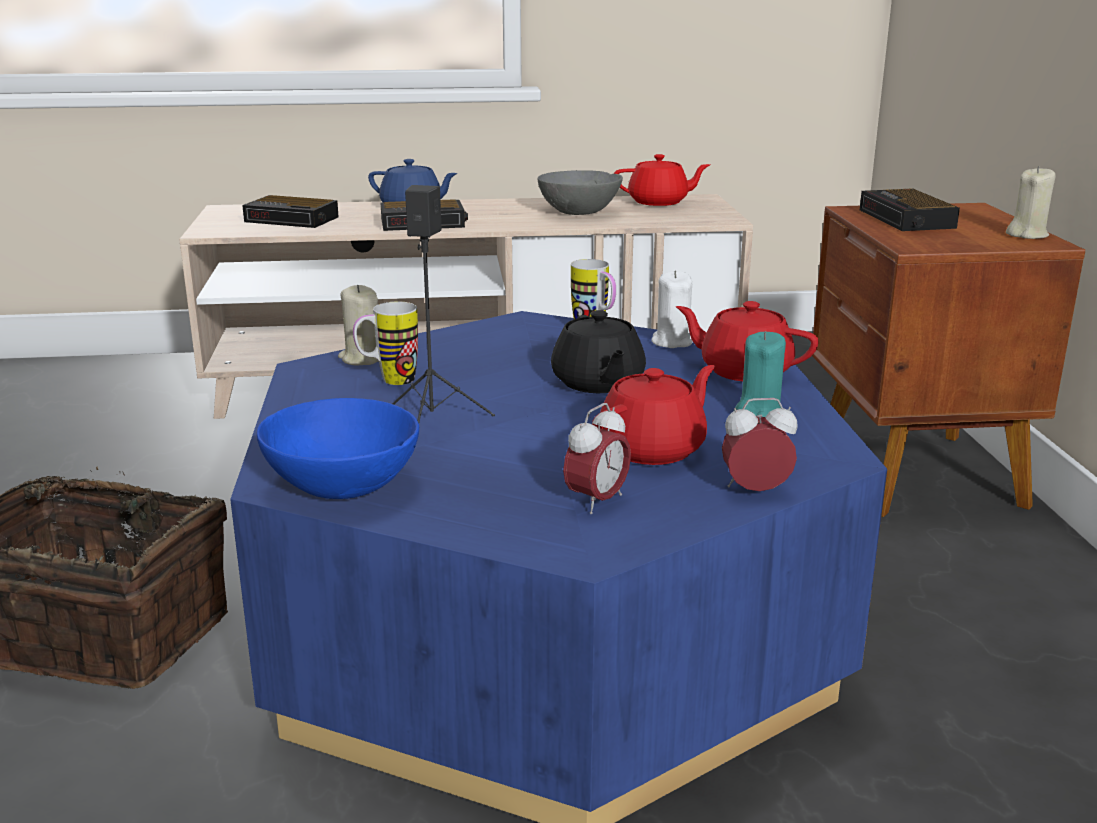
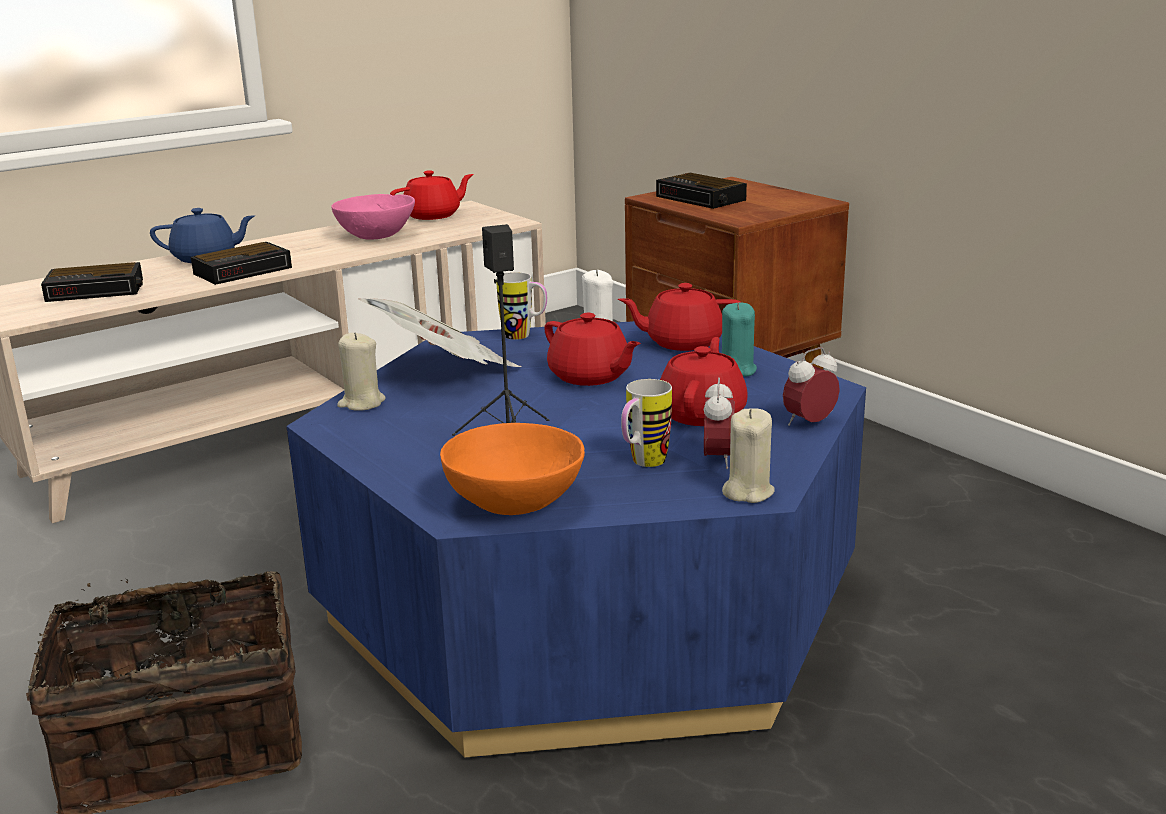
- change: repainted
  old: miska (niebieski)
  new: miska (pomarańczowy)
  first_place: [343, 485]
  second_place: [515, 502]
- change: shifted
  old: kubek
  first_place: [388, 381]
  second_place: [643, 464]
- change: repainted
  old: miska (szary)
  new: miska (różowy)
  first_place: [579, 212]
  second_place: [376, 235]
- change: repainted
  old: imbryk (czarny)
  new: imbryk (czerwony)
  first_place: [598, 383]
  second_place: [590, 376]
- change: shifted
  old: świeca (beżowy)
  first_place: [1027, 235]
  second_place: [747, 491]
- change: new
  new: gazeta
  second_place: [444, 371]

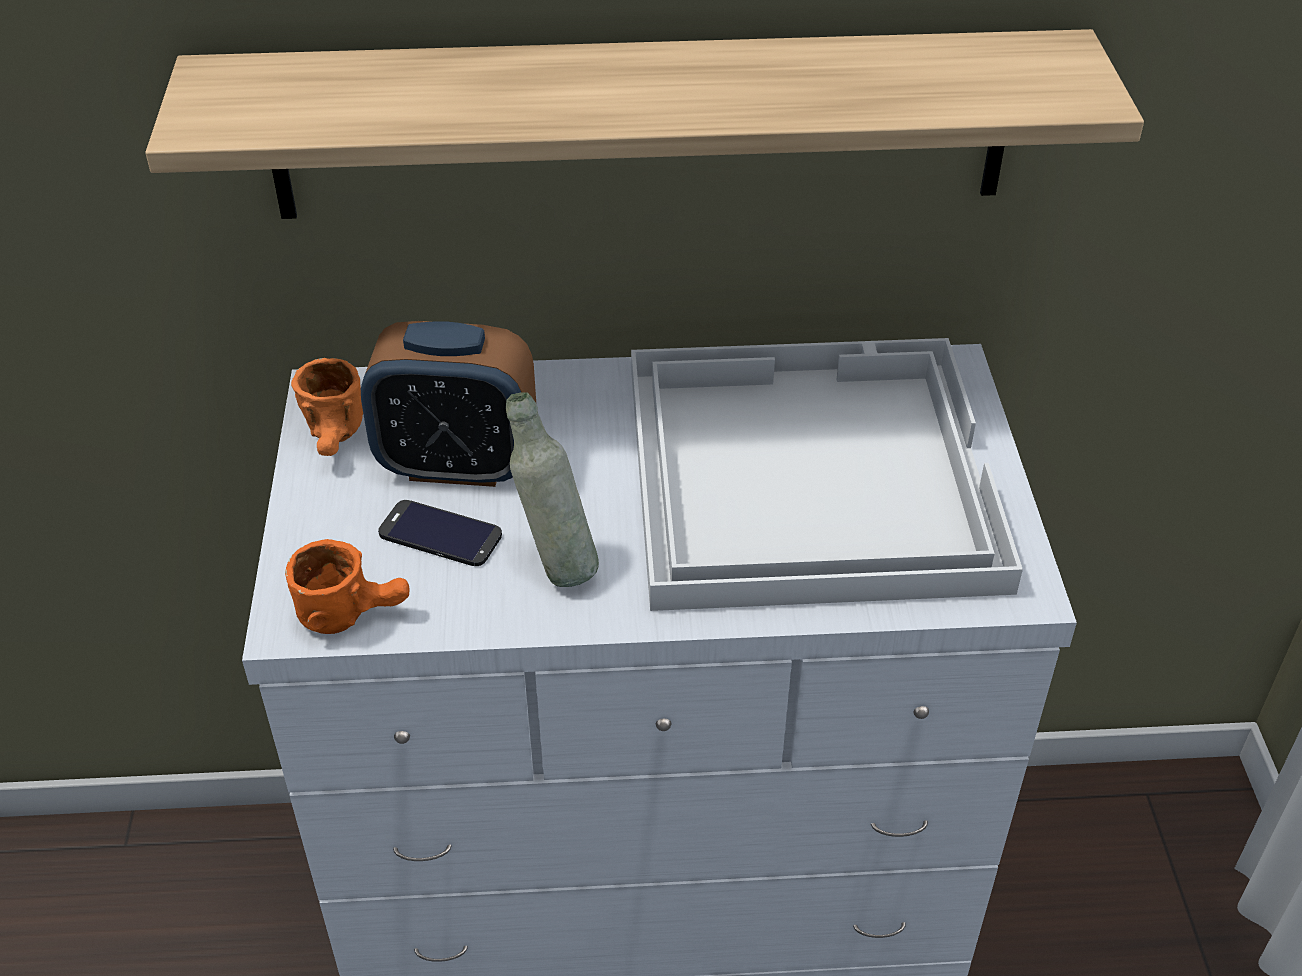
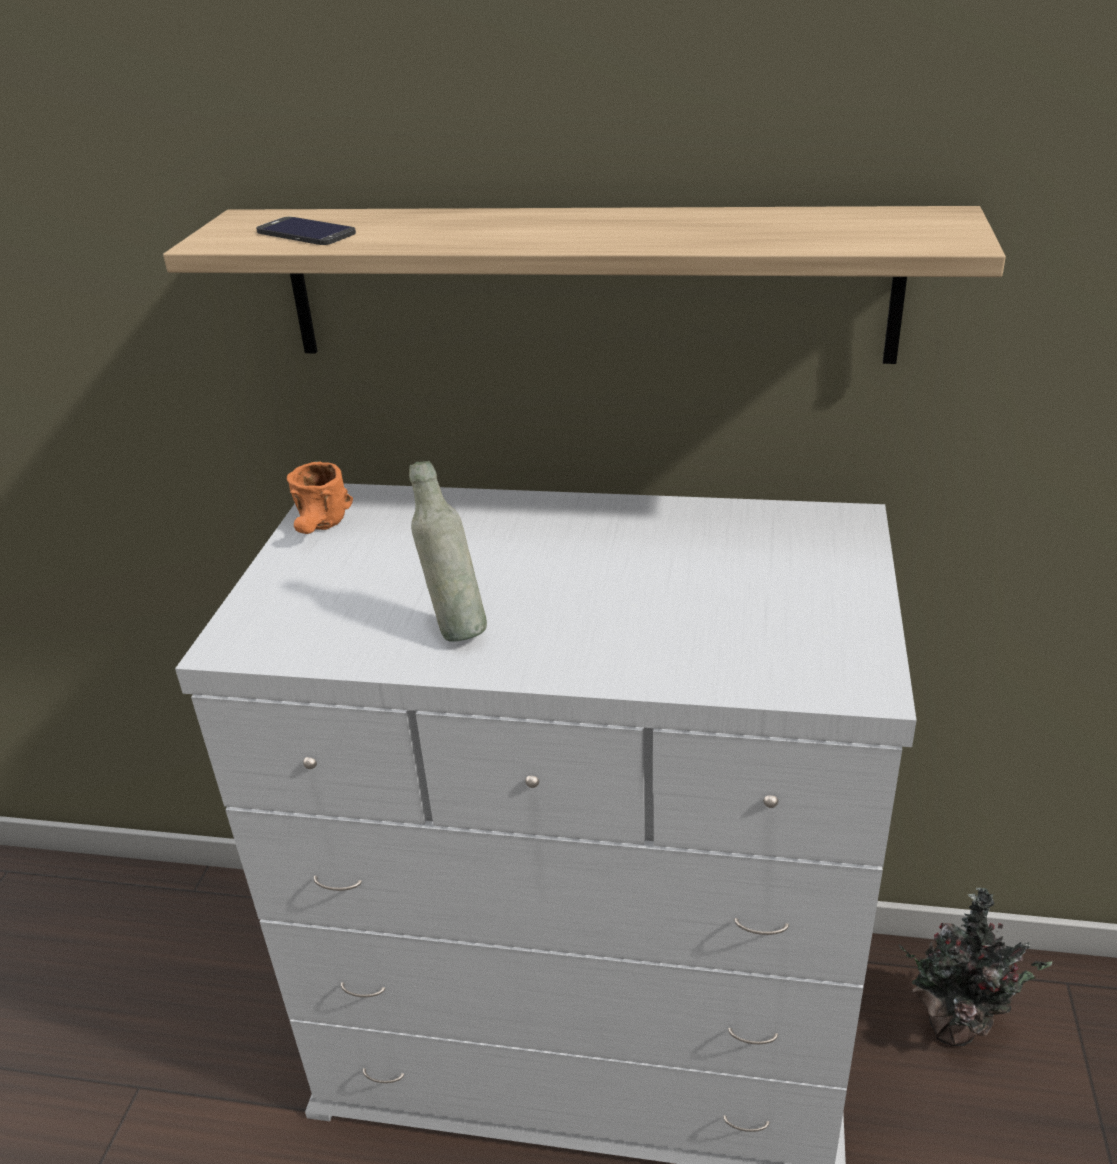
- change: gone
  old: kubek (pomarańczowy)
  first_place: [355, 612]
- change: gone
  old: budzik
  first_place: [457, 464]
- change: shifted
  old: telefon
  first_place: [440, 534]
  second_place: [306, 232]
- change: gone
  old: taca (biały)
  first_place: [805, 473]
- change: new
  new: roślina doniczkowa
  second_place: [957, 1024]

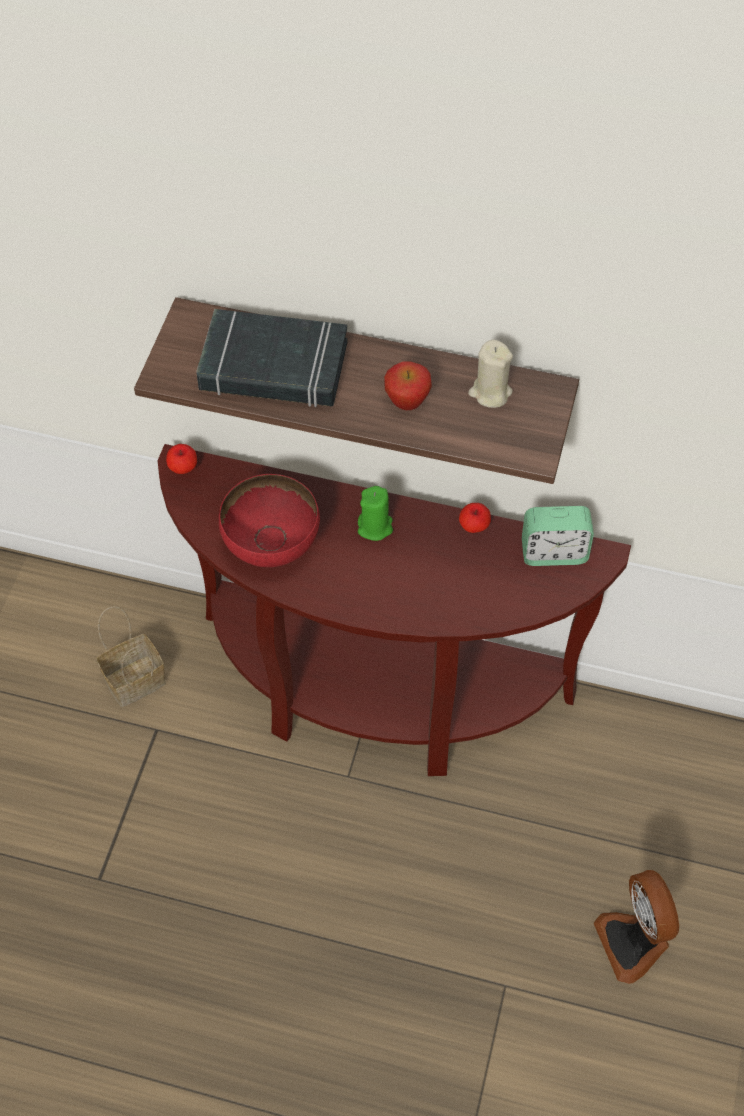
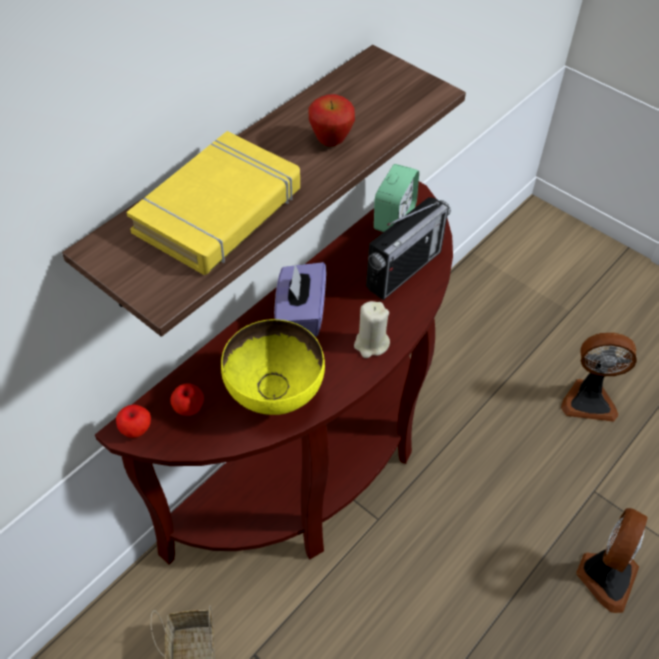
- change: repainted
  old: książka (czarny)
  new: książka (żółty)
  first_place: [273, 367]
  second_place: [219, 211]
- change: repainted
  old: miska (czerwony)
  new: miska (żółty)
  first_place: [271, 548]
  second_place: [275, 395]
- change: swapped
  old: świeca (zielony)
  new: pudełko chusteczek (fioletowy)
  first_place: [375, 527]
  second_place: [300, 314]
- change: shifted
  old: jabłko
  first_place: [473, 526]
  second_place: [189, 408]
- change: shifted
  old: świeca (beżowy)
  first_place: [490, 393]
  second_place: [371, 344]
- change: new
  new: radio
  second_place: [403, 269]
- change: new
  new: wentylator
  second_place: [604, 576]

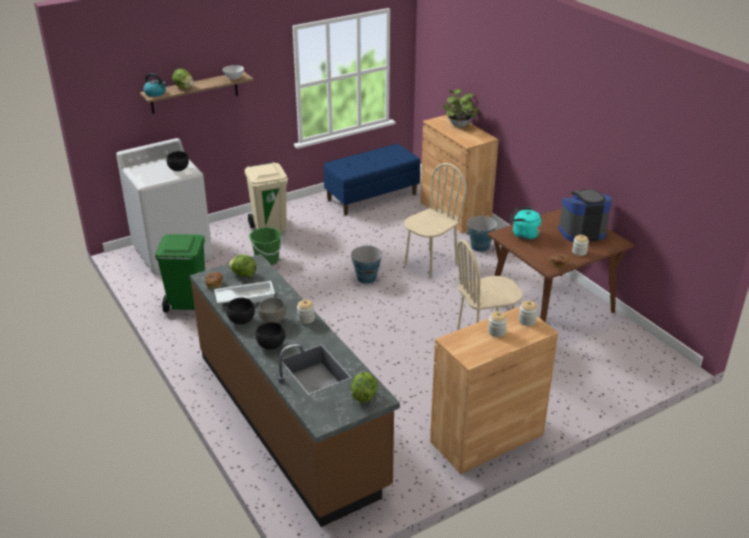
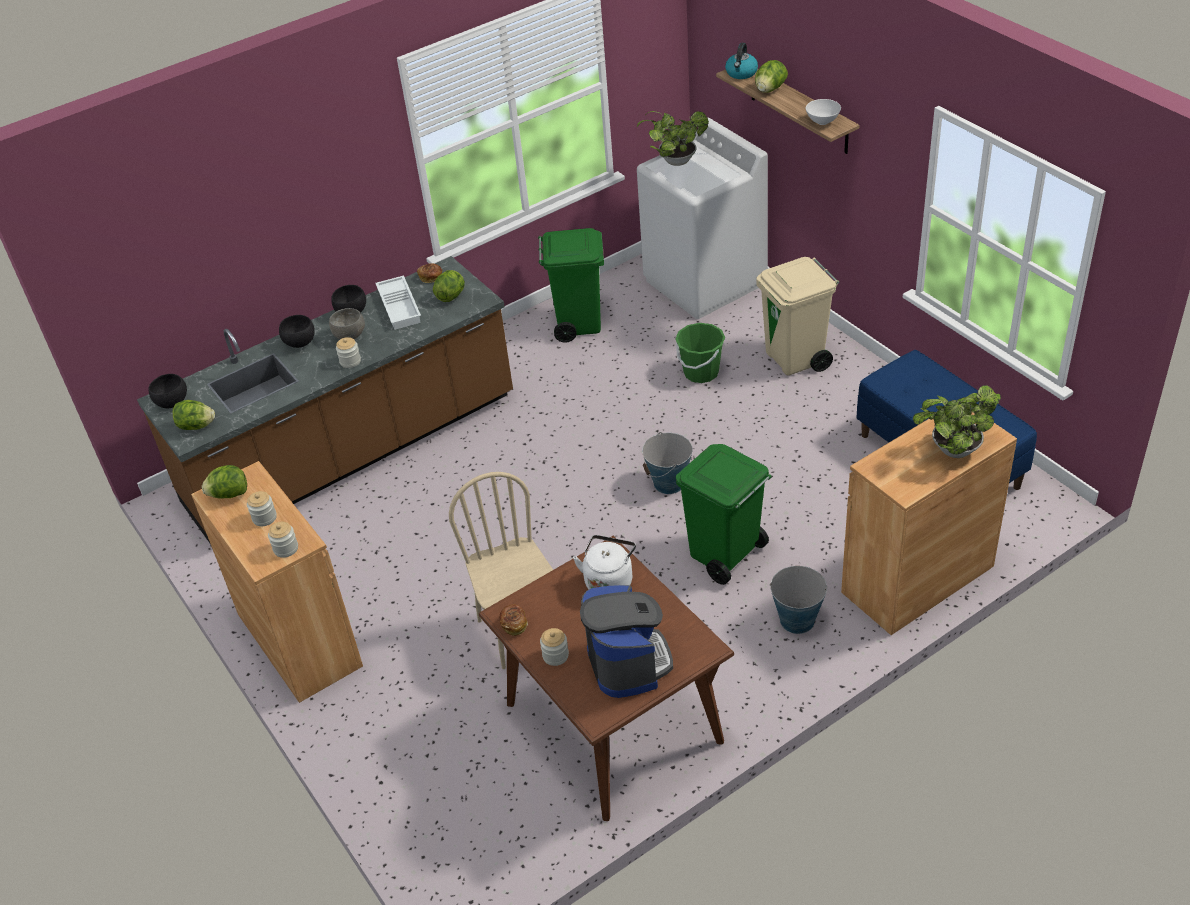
- change: shifted
  old: miska (czarny)
  first_place: [178, 169]
  second_place: [172, 402]
- change: swapped
  old: krzesło (beżowy)
  new: kosz na śmieci (zielony)
  first_place: [430, 264]
  second_place: [724, 555]
- change: repainted
  old: czajnik (turkusowy)
  new: czajnik (biały)
  first_place: [523, 234]
  second_place: [609, 580]
- change: new
  new: sałata
  second_place: [229, 494]
- change: new
  new: roślina doniczkowa
  second_place: [674, 161]

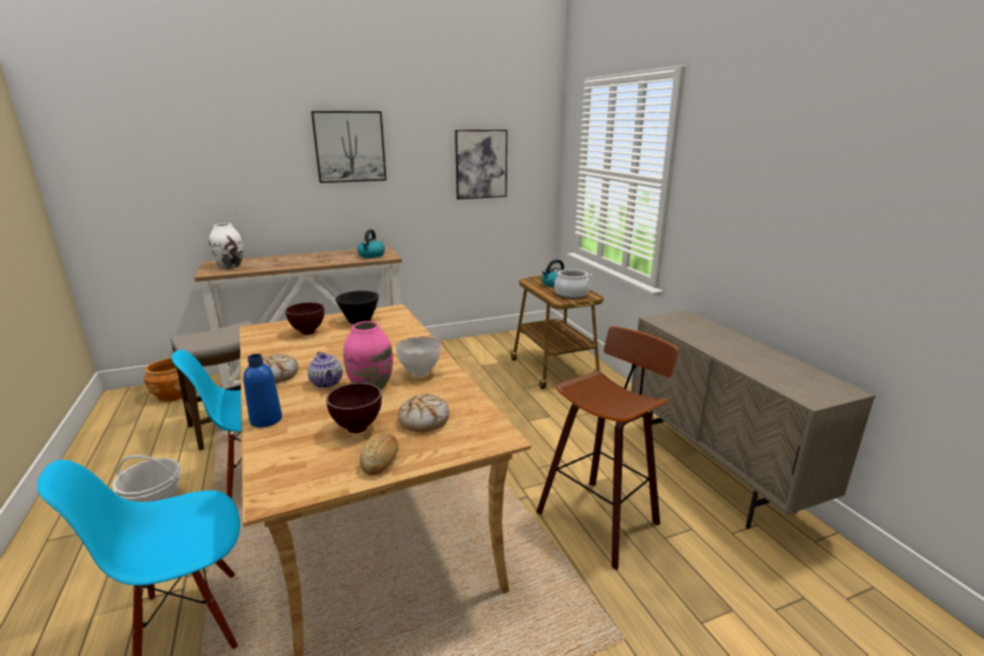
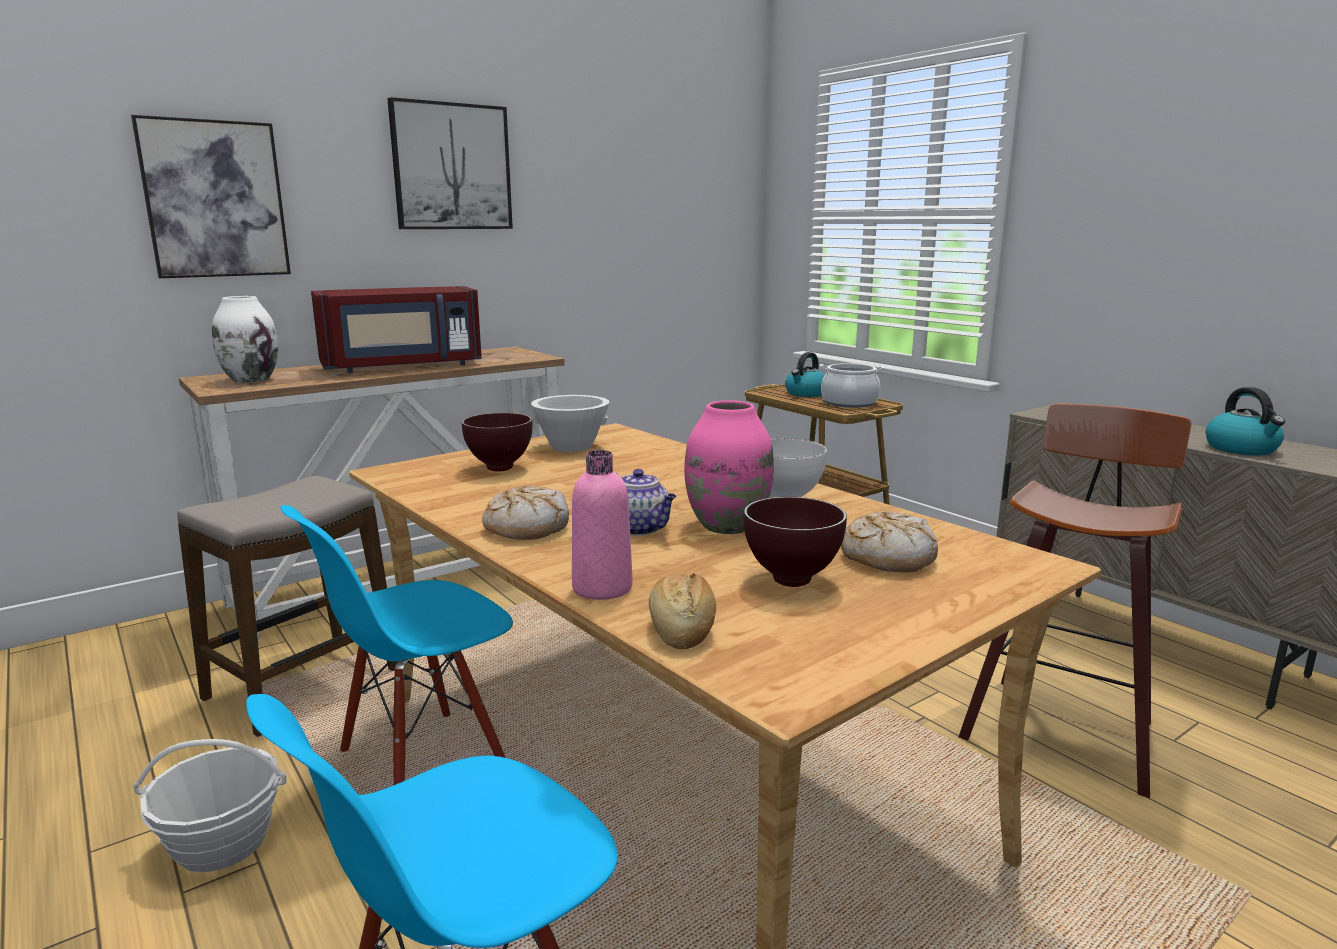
- change: gone
  old: donica (brązowy)
  first_place: [173, 395]
- change: repainted
  old: butelka (niebieski)
  new: butelka (różowy)
  first_place: [266, 420]
  second_place: [602, 588]
- change: repainted
  old: miska (czarny)
  new: miska (biały)
  first_place: [359, 320]
  second_place: [572, 447]
- change: shifted
  old: czajnik
  first_place: [371, 255]
  second_place: [1242, 449]
- change: shifted
  old: chleb
  first_place: [381, 462]
  second_place: [682, 629]
- change: shifted
  old: obraz
  first_place: [481, 164]
  second_place: [215, 199]
- change: new
  new: mikrofalówka (czerwony)
  second_place: [402, 366]

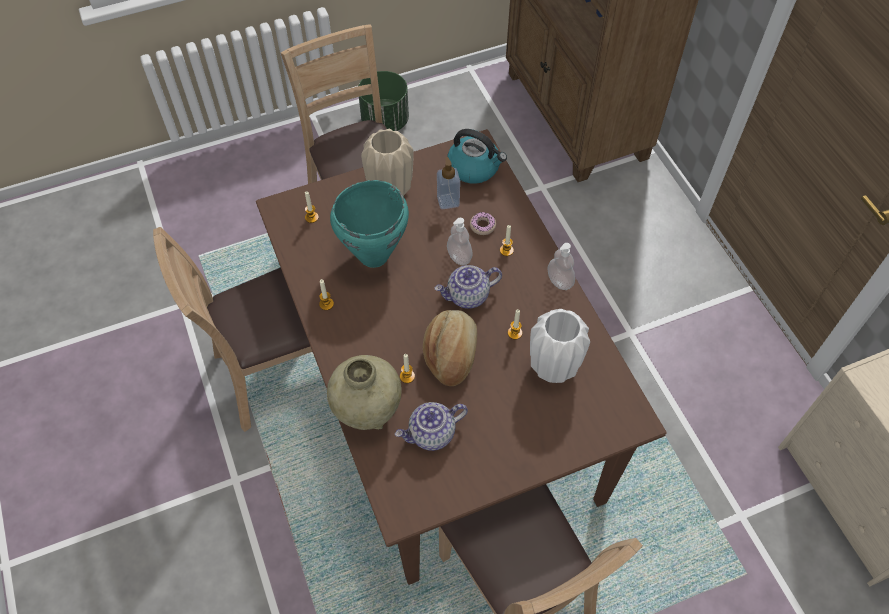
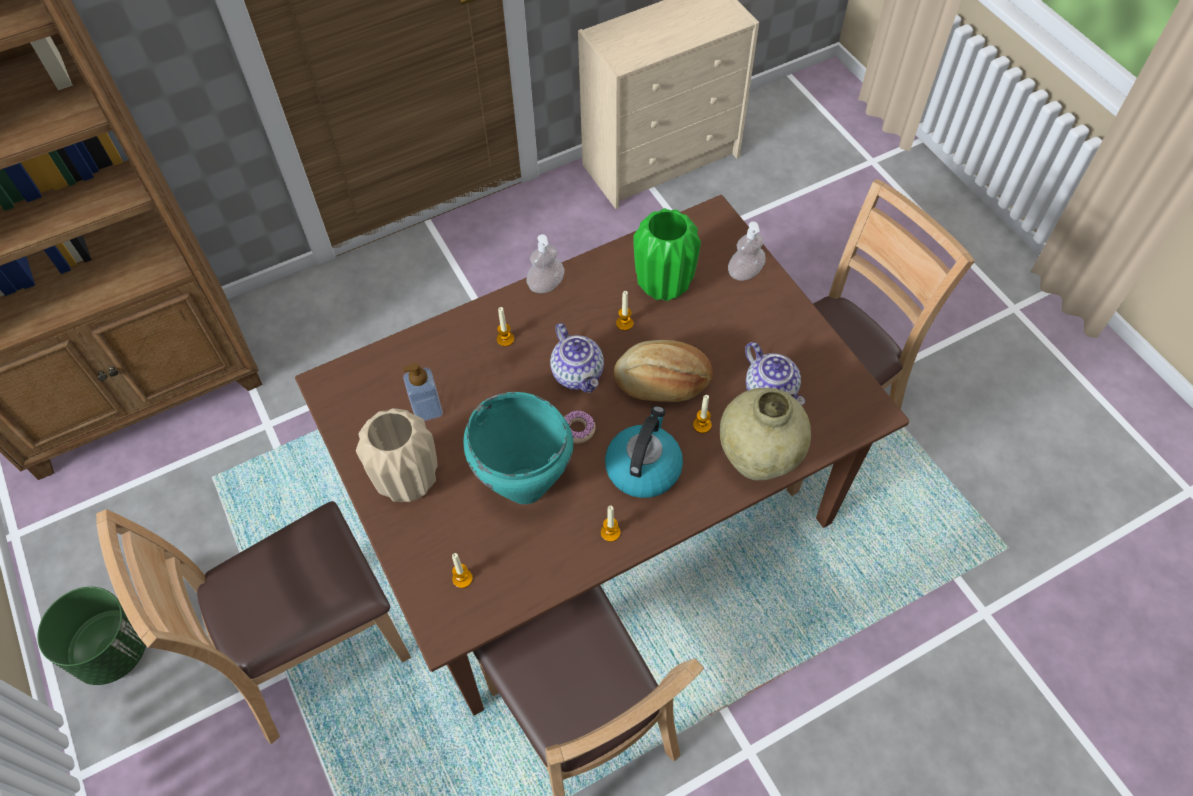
- change: shifted
  old: czajnik
  first_place: [474, 167]
  second_place: [643, 467]
- change: shifted
  old: dozownik mydła
  first_place: [459, 256]
  second_place: [745, 272]
- change: shifted
  old: donut
  first_place: [482, 226]
  second_place: [577, 429]
- change: repainted
  old: wazon (biały)
  new: wazon (zielony)
  first_place: [552, 367]
  second_place: [663, 286]

